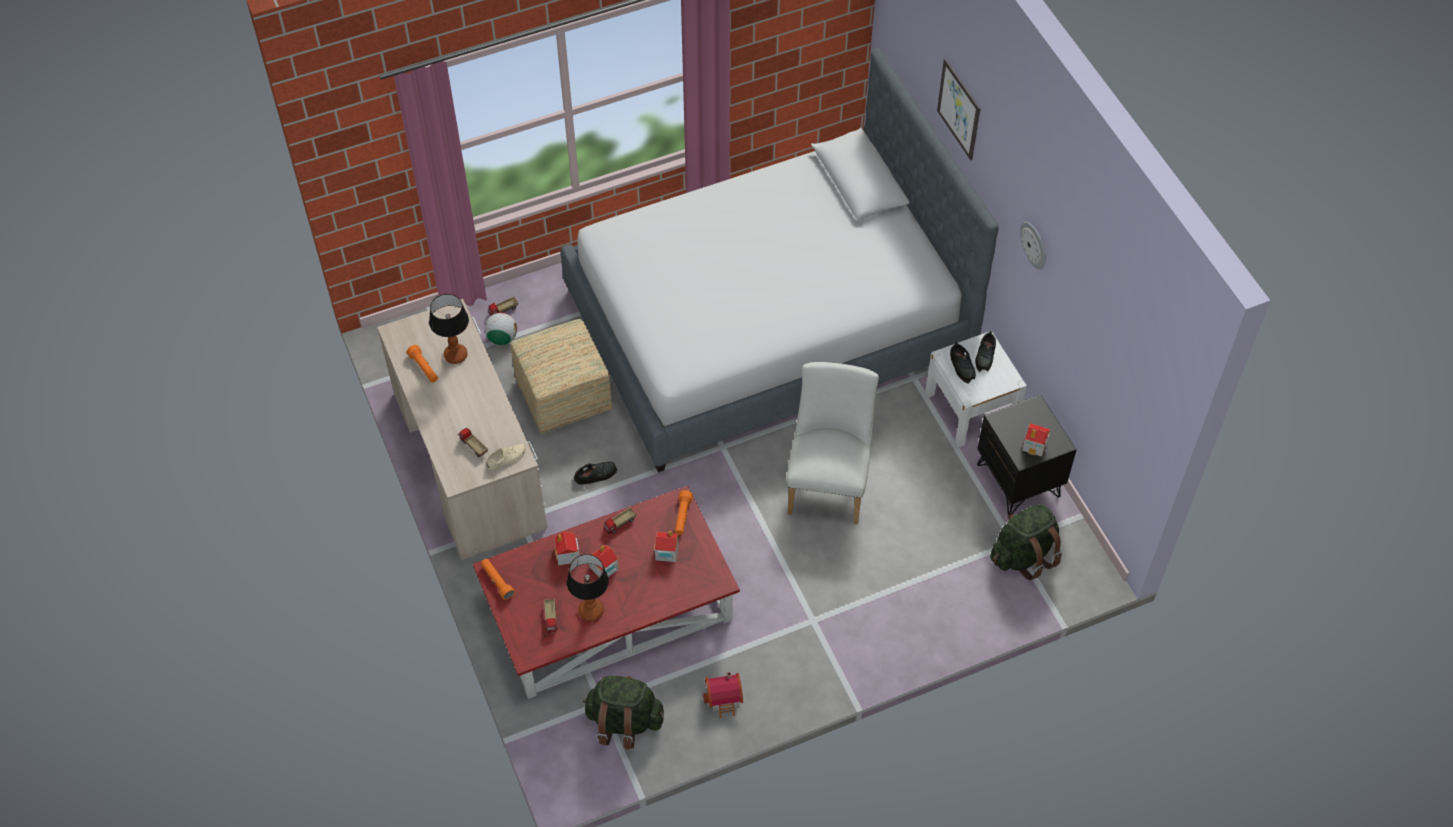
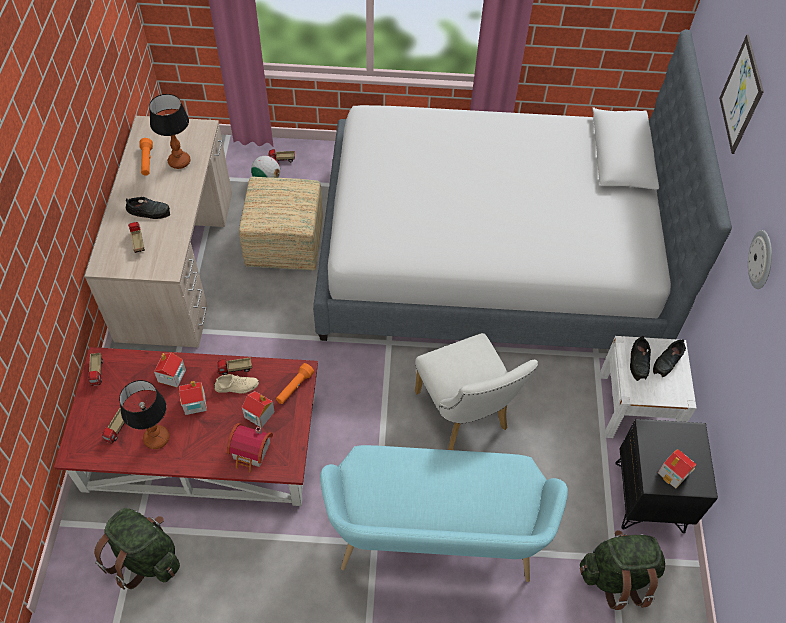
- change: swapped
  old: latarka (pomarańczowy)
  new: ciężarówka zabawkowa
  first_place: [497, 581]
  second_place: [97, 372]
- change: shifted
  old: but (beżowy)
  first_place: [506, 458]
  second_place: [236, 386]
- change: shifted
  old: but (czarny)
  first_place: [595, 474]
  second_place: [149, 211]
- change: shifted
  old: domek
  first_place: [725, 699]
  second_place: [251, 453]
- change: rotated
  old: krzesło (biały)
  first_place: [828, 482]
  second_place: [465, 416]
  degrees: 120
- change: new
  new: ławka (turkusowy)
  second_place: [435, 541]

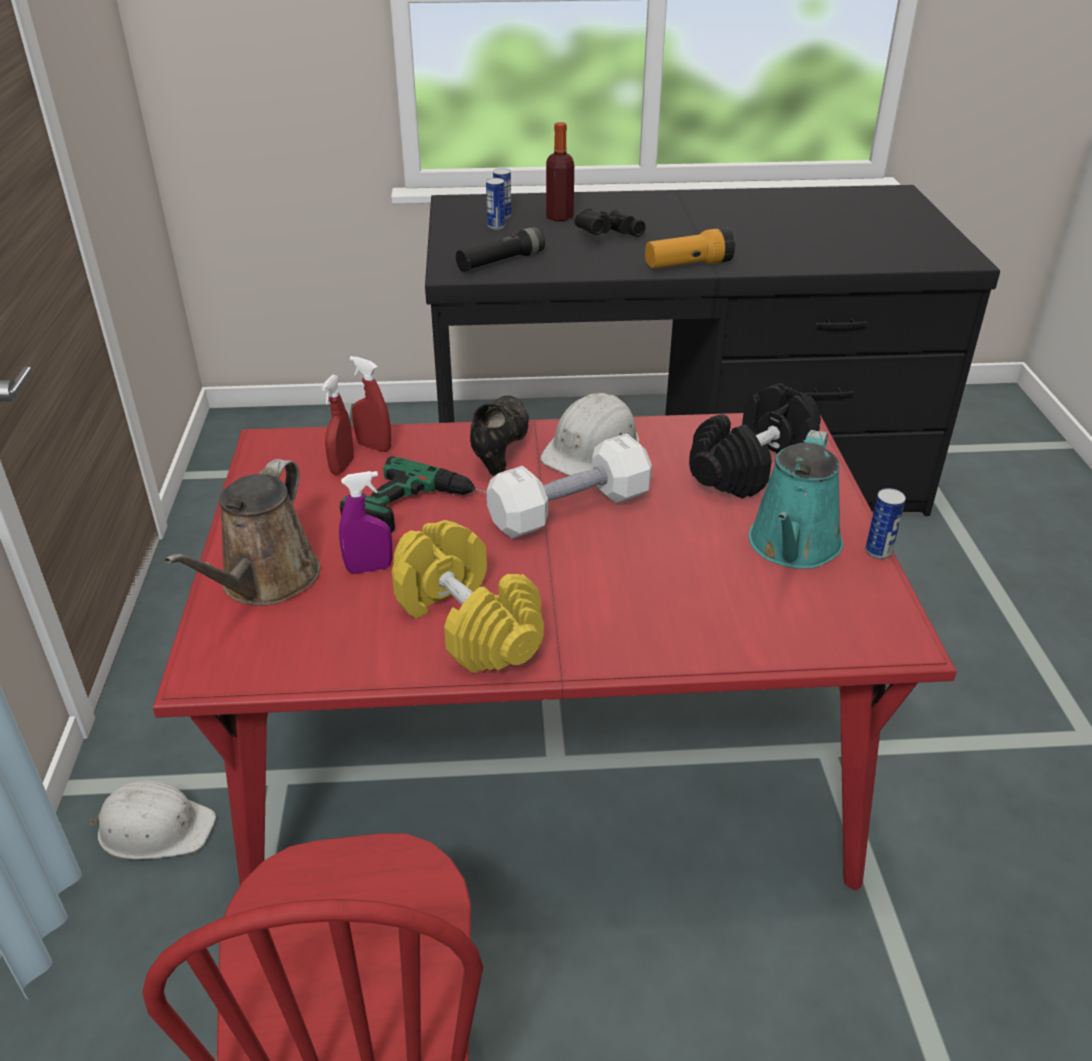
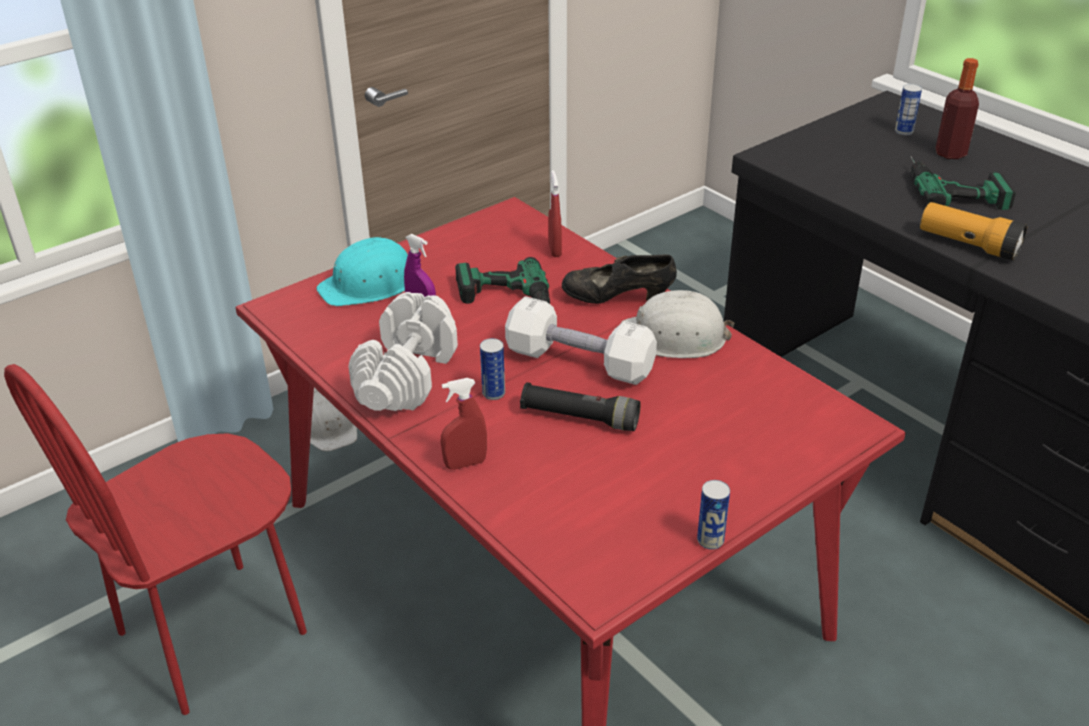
- change: swapped
  old: konewka (brązowy)
  new: kask (turkusowy)
  first_place: [265, 582]
  second_place: [370, 284]
- change: shifted
  old: spryskiwacz (czerwony)
  first_place: [342, 466]
  second_place: [465, 463]
- change: repainted
  old: hantel (żółty)
  new: hantel (biały)
  first_place: [469, 623]
  second_place: [407, 376]
- change: shifted
  old: latarka (czarny)
  first_place: [501, 262]
  second_place: [580, 418]
- change: rotated
  old: but (czarny)
  first_place: [500, 449]
  second_place: [617, 299]
  degrees: -150
- change: shifted
  old: puszka
  first_place: [496, 227]
  second_place: [493, 393]
- change: swapped
  old: lornetka (czarny)
  new: wiertarka
  first_place: [605, 236]
  second_place: [953, 187]
- change: gone
  old: hantel (czarny)
  first_place: [752, 467]
- change: gone
  old: konewka (turkusowy)
  first_place: [793, 547]

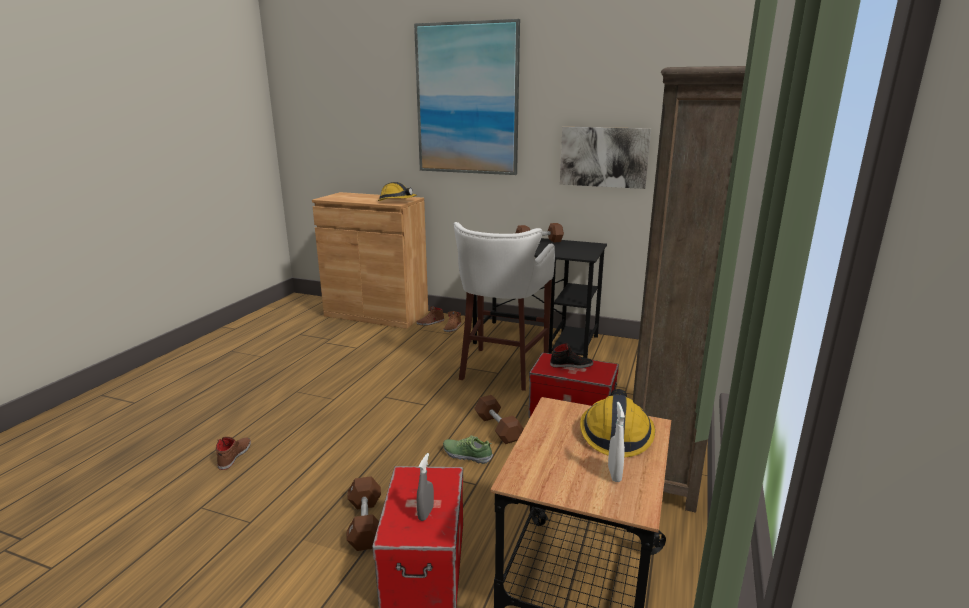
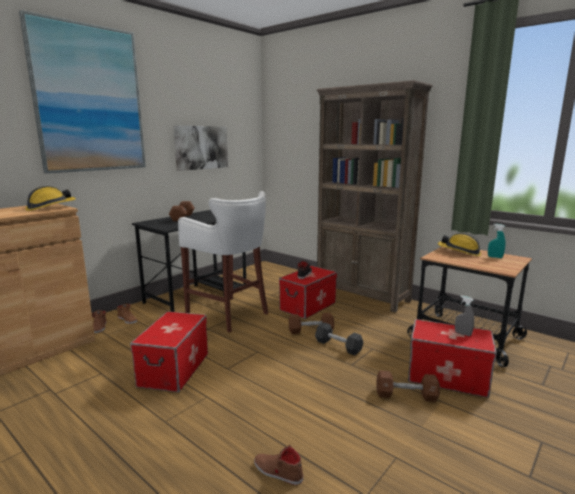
- change: swapped
  old: but
  new: hantel (czarny)
  first_place: [467, 455]
  second_place: [338, 346]
- change: repainted
  old: spryskiwacz (biały)
  new: spryskiwacz (turkusowy)
  first_place: [614, 474]
  second_place: [495, 257]
- change: new
  new: pojemnik do przechowywania
  second_place: [174, 369]

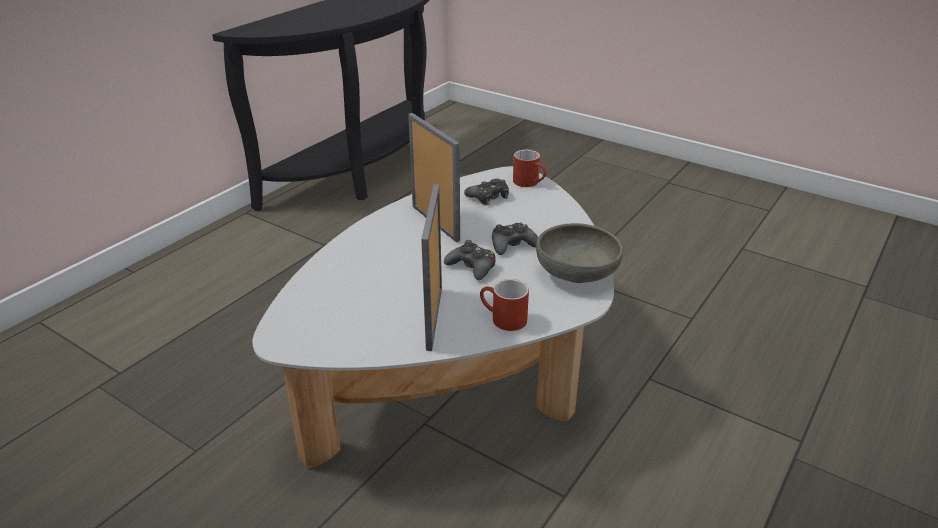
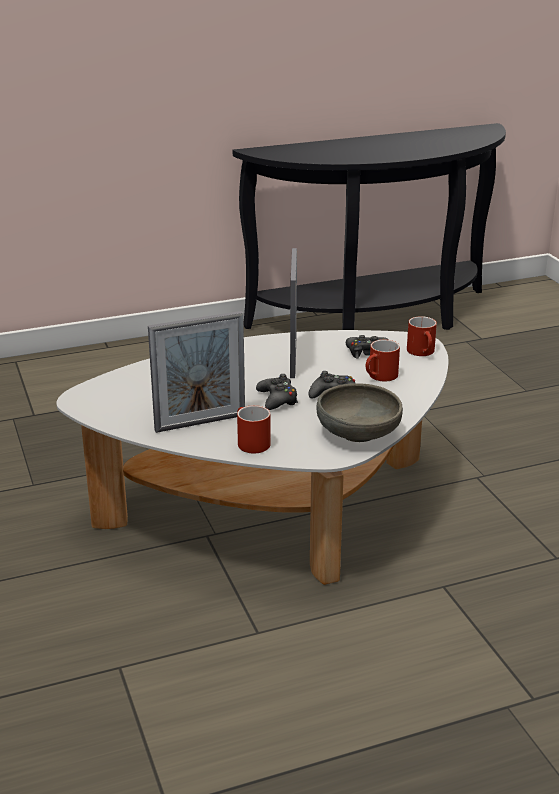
- change: rotated
  old: ramka na zdjęcie
  first_place: [434, 318]
  second_place: [200, 423]
  degrees: -150
- change: new
  new: kubek (czerwony)
  second_place: [380, 377]

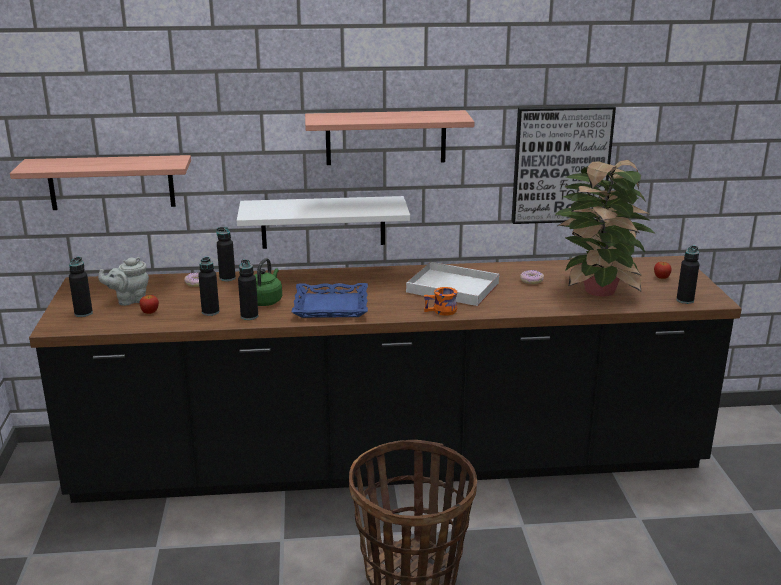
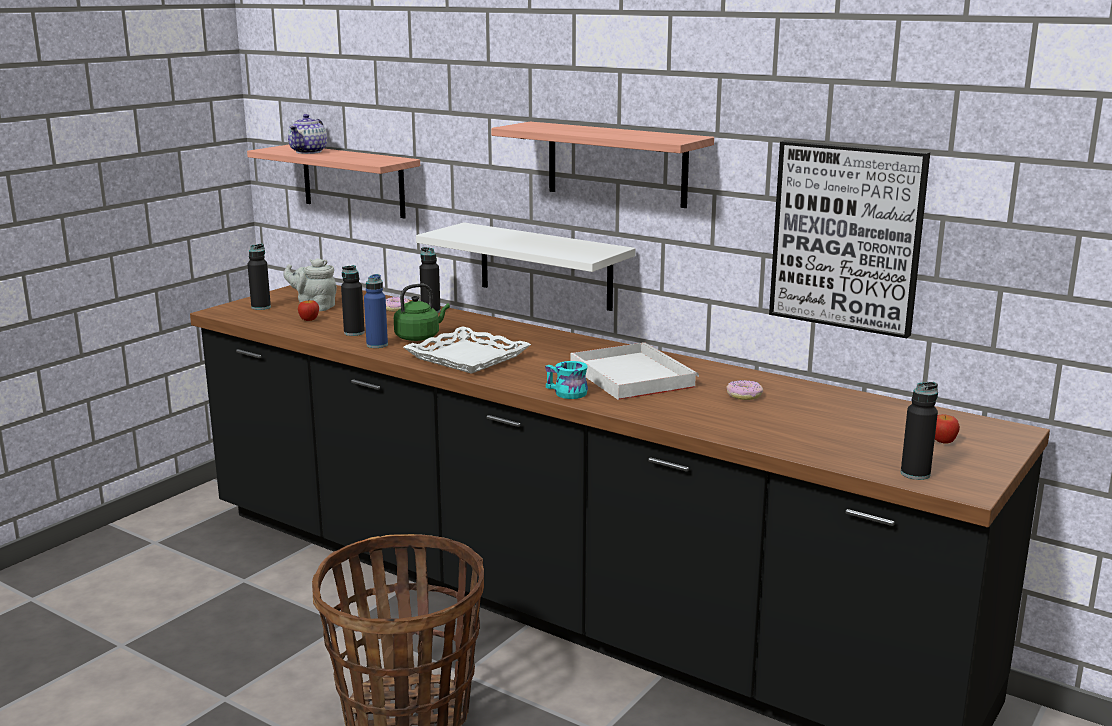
- change: repainted
  old: butelka (czarny)
  new: butelka (niebieski)
  first_place: [249, 316]
  second_place: [377, 345]
- change: repainted
  old: taca (niebieski)
  new: taca (biały)
  first_place: [331, 306]
  second_place: [466, 357]
- change: repainted
  old: kubek (pomarańczowy)
  new: kubek (turkusowy)
  first_place: [441, 311]
  second_place: [565, 393]
- change: gone
  old: roślina doniczkowa
  first_place: [597, 291]
- change: new
  new: imbryk
  second_place: [309, 152]

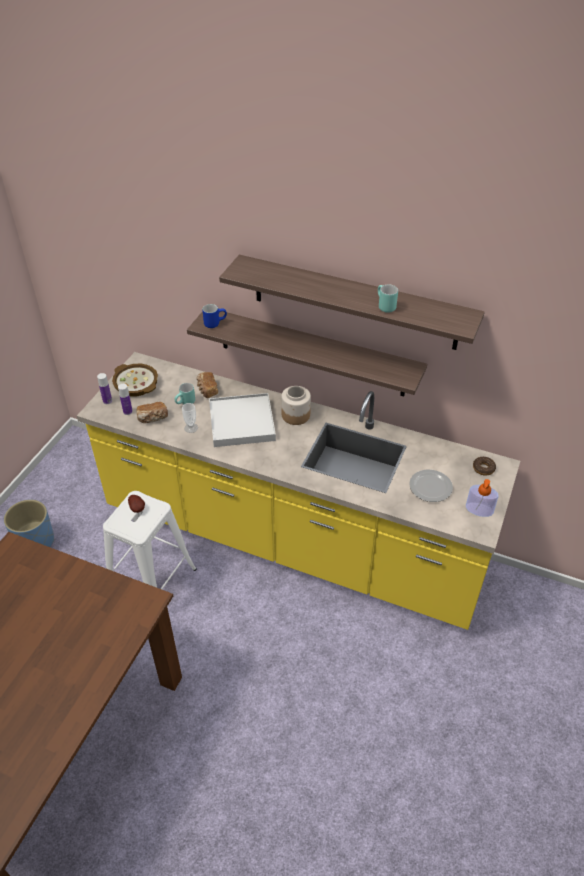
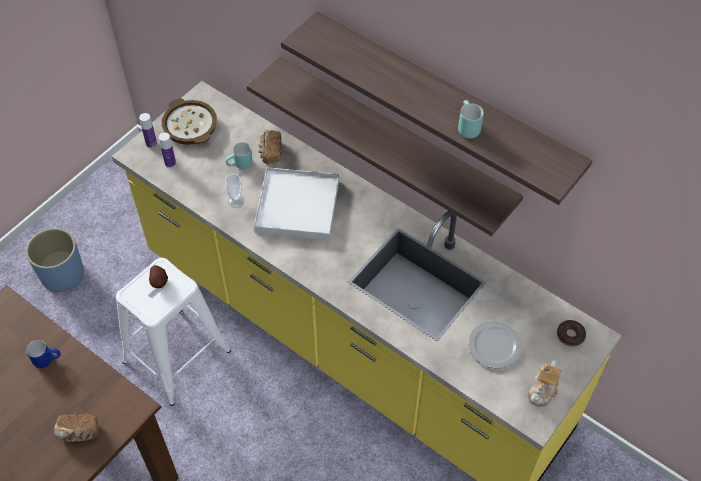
- change: shifted
  old: chleb
  first_place: [153, 418]
  second_place: [79, 433]
- change: shifted
  old: kubek (niebieski)
  first_place: [215, 323]
  second_place: [47, 359]
- change: gone
  old: słoik
  first_place: [296, 415]
- change: swapped
  old: dozownik mydła
  new: imbryk
  first_place: [479, 509]
  second_place: [543, 390]

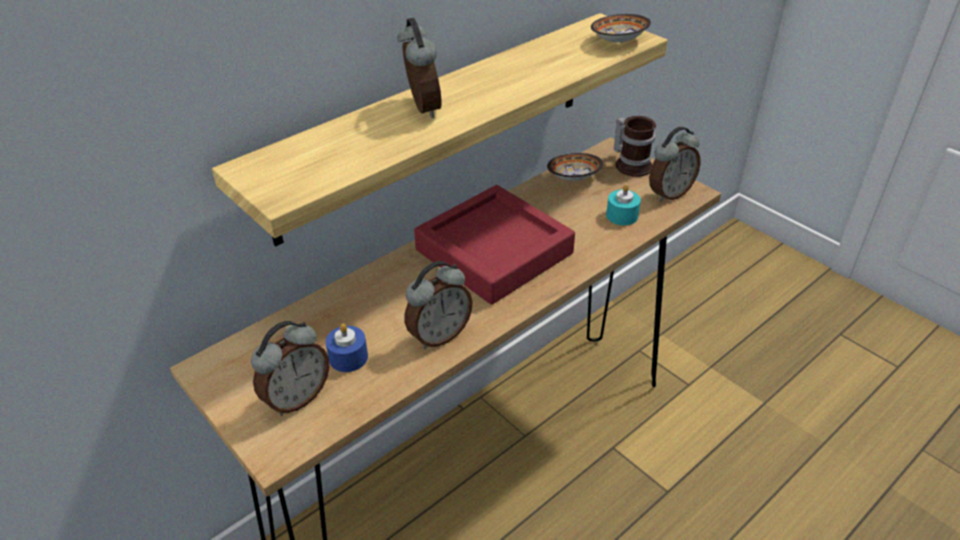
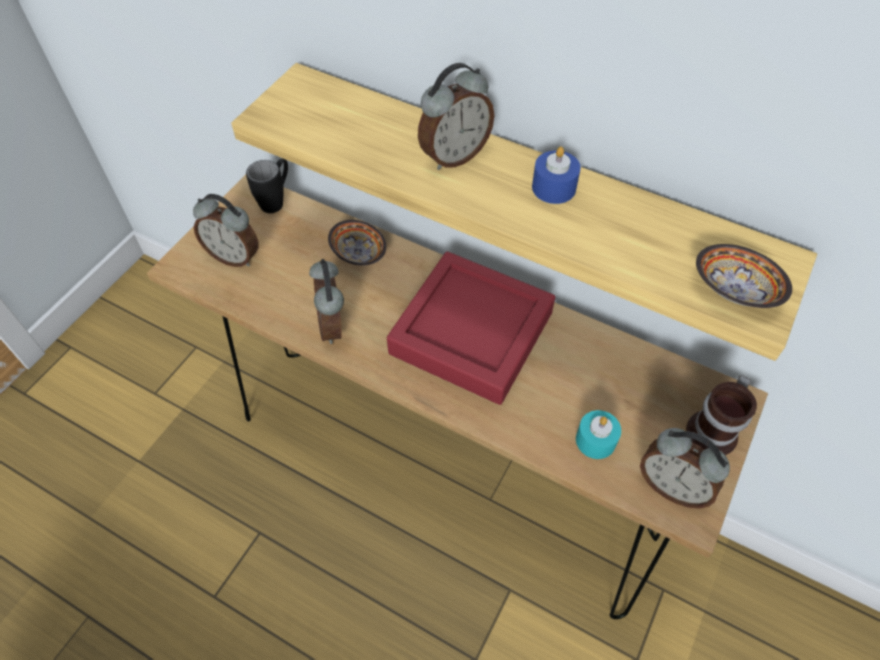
- change: shifted
  old: świeca (niebieski)
  first_place: [348, 357]
  second_place: [553, 187]
- change: rotated
  old: budzik
  first_place: [439, 335]
  second_place: [333, 325]
  degrees: 45
- change: shifted
  old: miska
  first_place: [574, 178]
  second_place: [358, 254]
- change: new
  new: kubek (czarny)
  second_place: [276, 200]

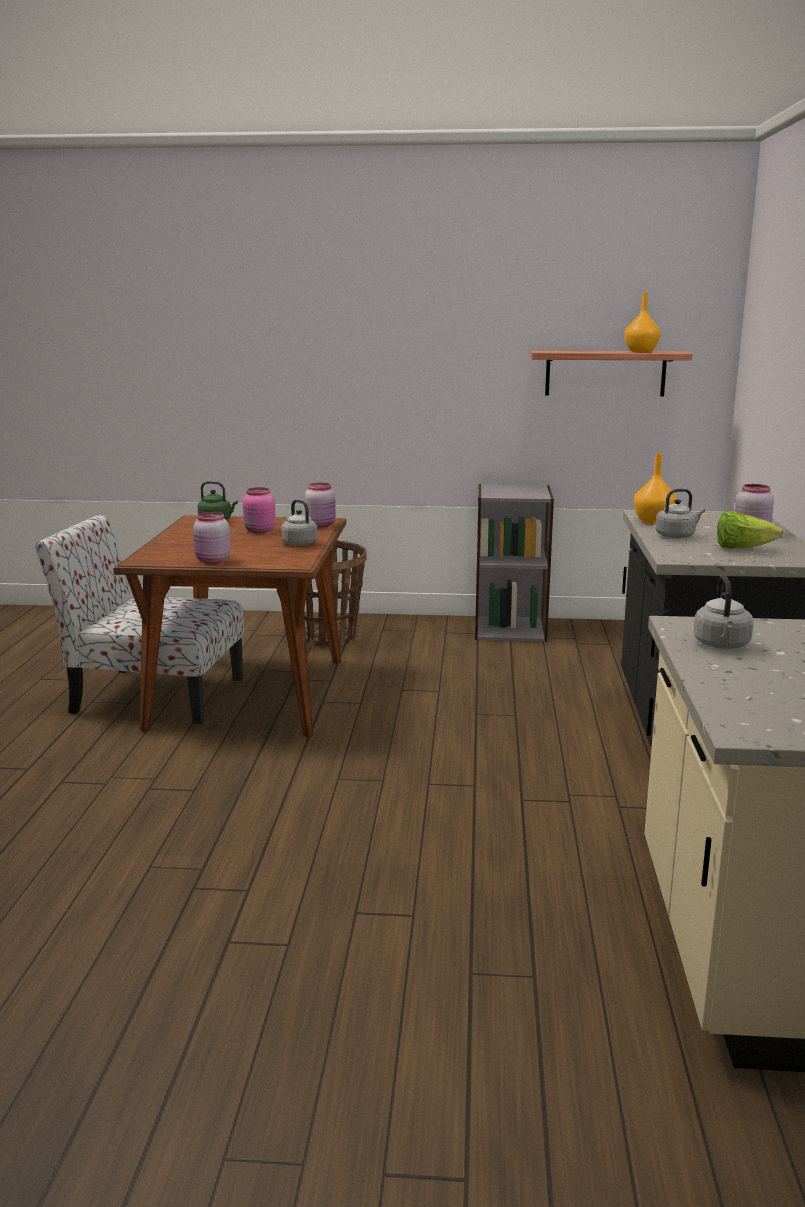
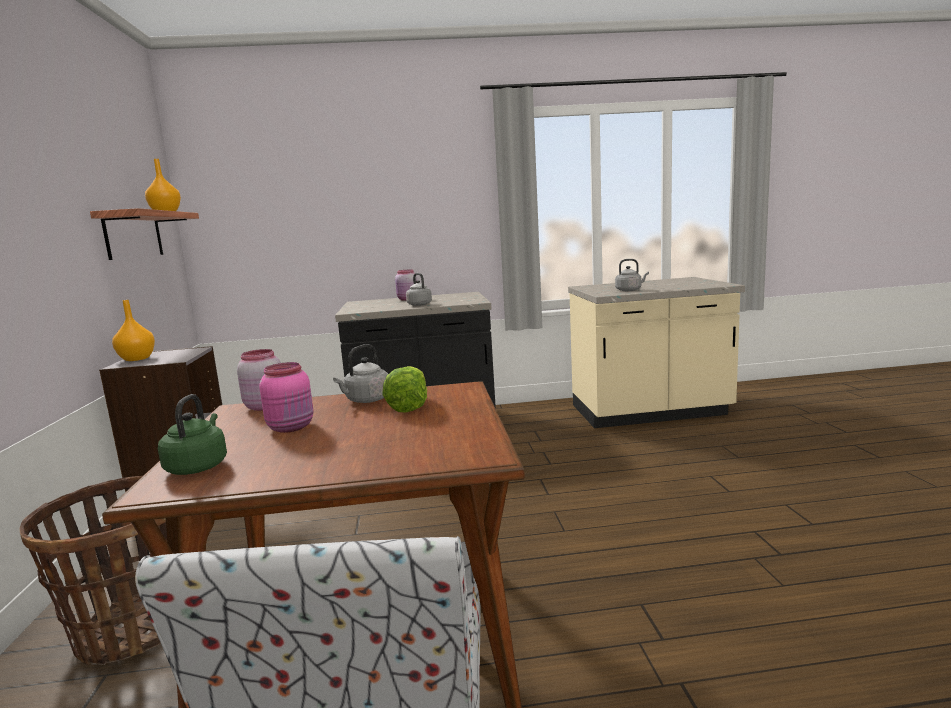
- change: gone
  old: słoik (różowy)
  first_place: [212, 561]
- change: shifted
  old: wazon (pomarańczowy)
  first_place: [652, 522]
  second_place: [136, 359]
- change: shifted
  old: sałata
  first_place: [742, 549]
  second_place: [409, 406]

